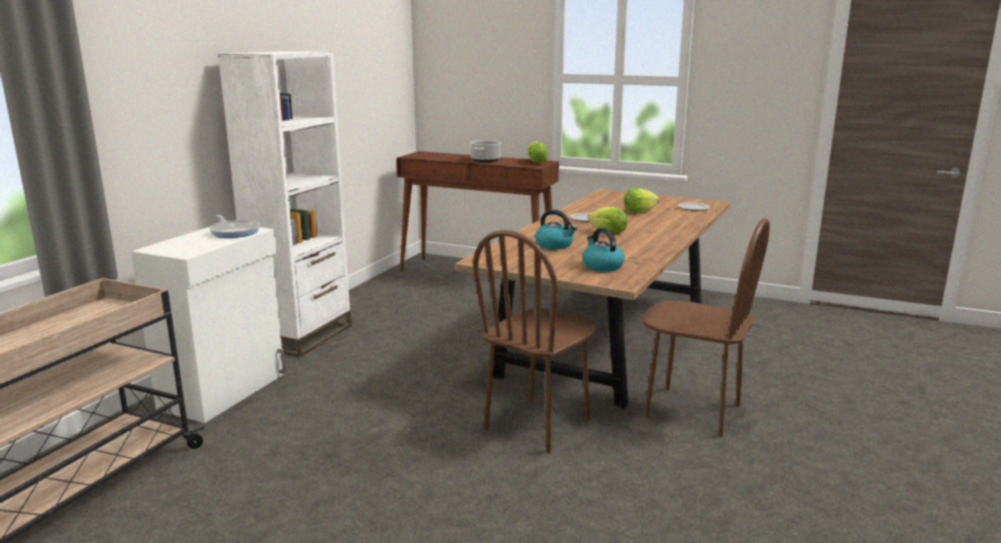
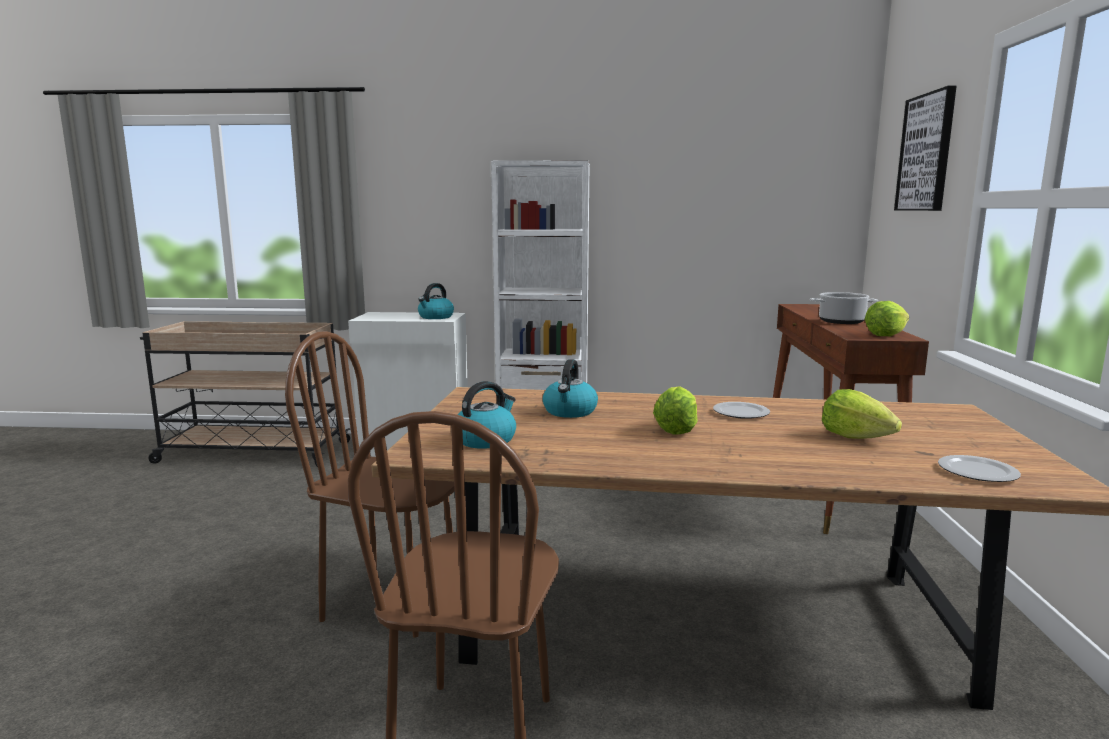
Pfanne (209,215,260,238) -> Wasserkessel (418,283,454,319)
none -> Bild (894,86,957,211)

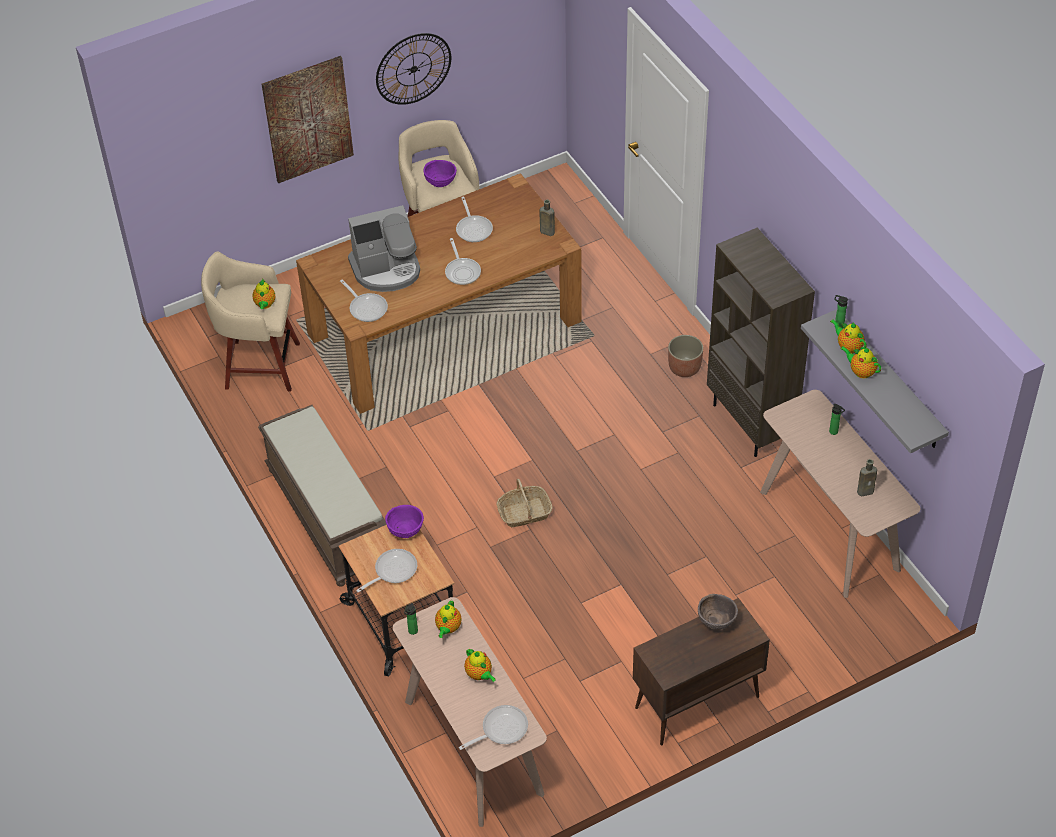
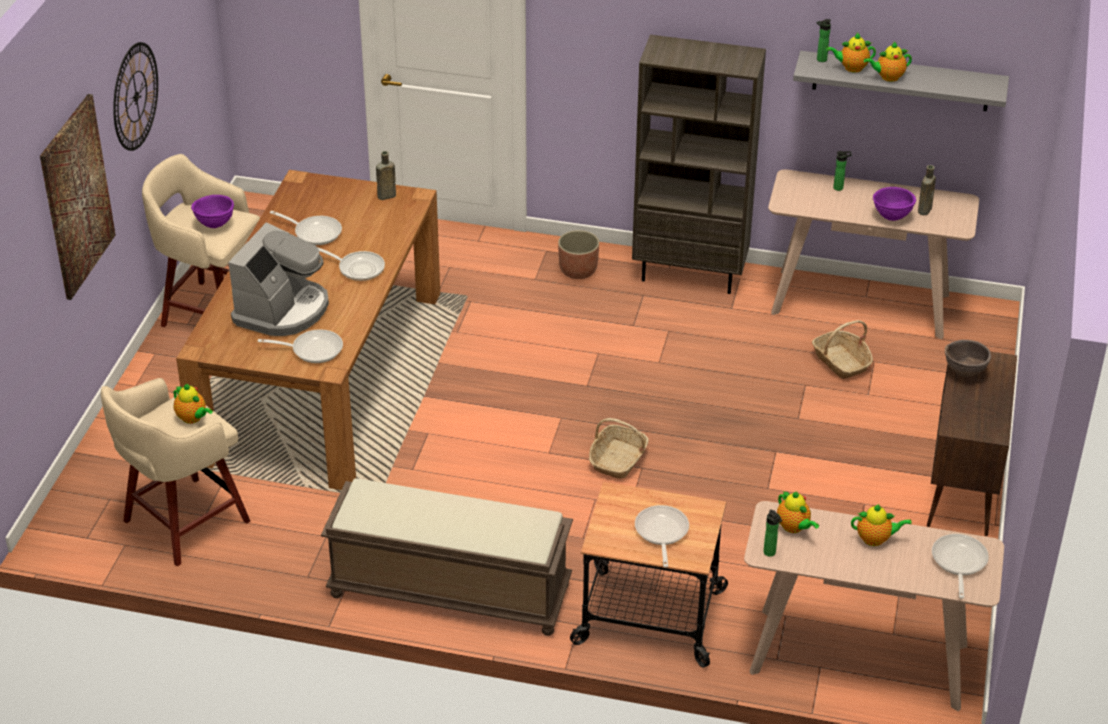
Schüssel [lila] (385,505,424,538) -> Schüssel [lila] (873,187,916,221), shifted
none -> Korb (812,320,873,379)

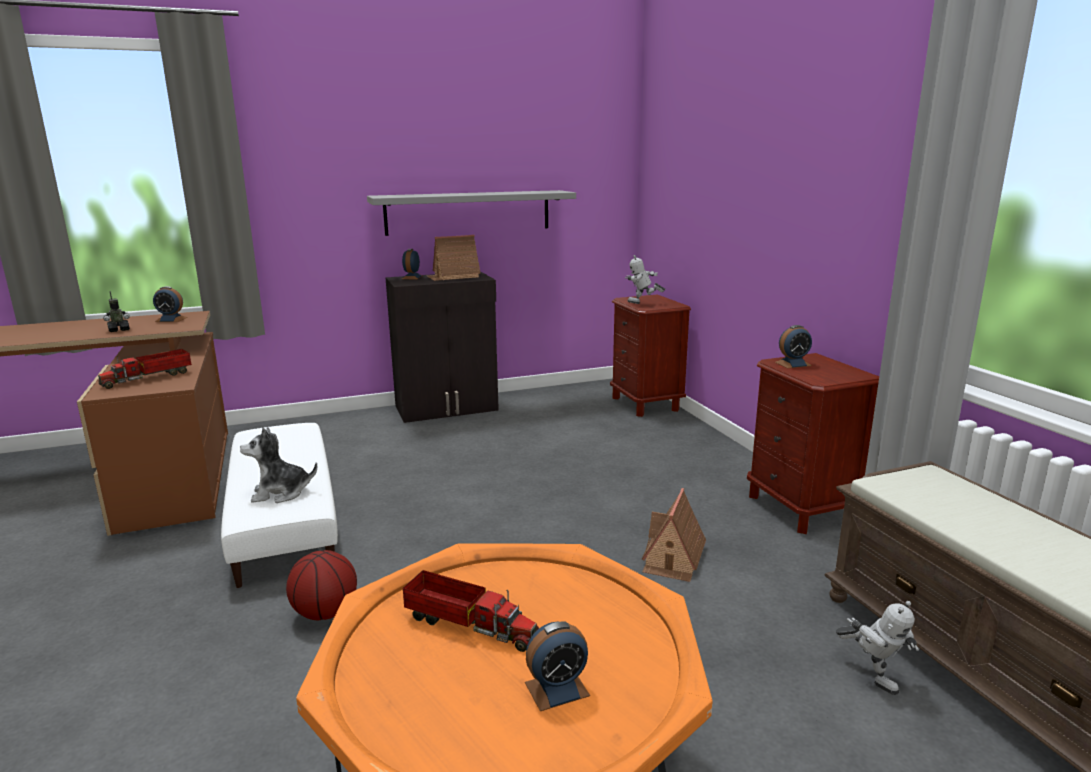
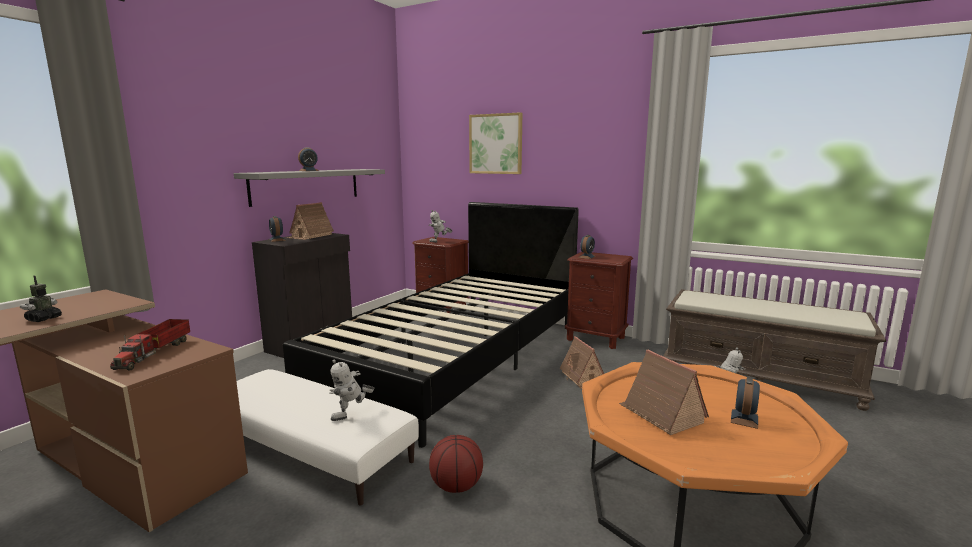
Wecker (153,286,187,322) -> Wecker (298,147,319,171), shifted
Plüschtier (240,427,318,503) -> Spielzeugroboter (329,360,375,421)
Spielzeuglaster (403,570,539,652) -> Spielzeughaus (619,349,709,435)
none -> Bild (469,112,522,174)
none -> Bett [schwarz] (283,202,579,448)

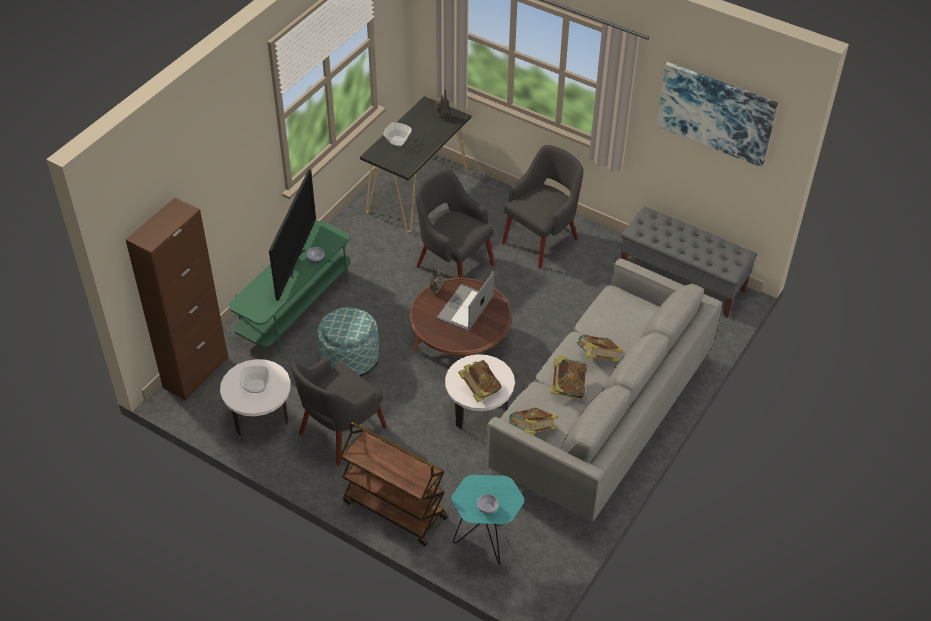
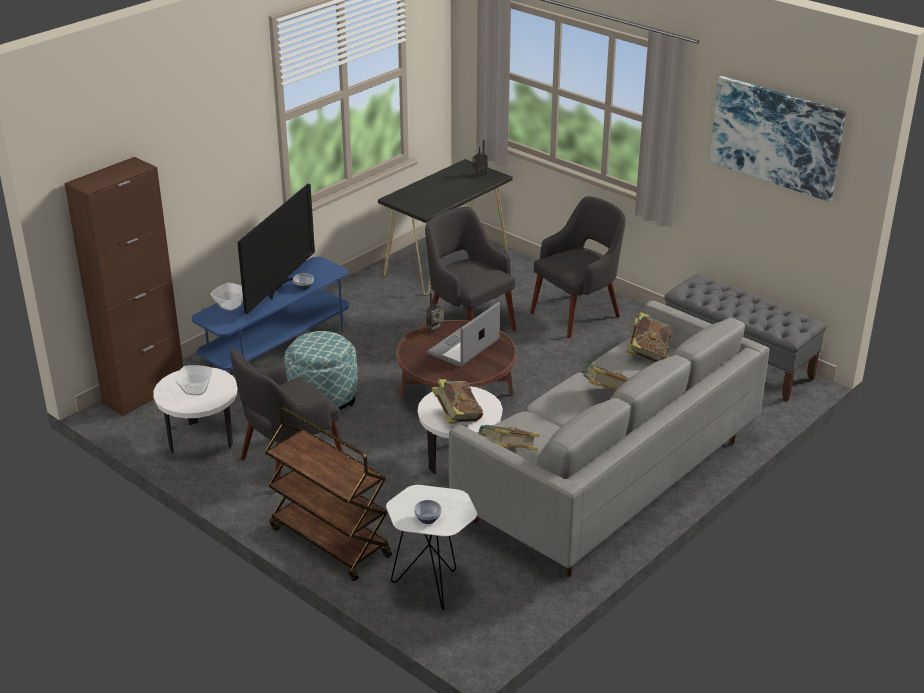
Schüssel (383,122,412,146) -> Schüssel (210,283,243,311), shifted
Fernsehschrank [grün] (229,221,351,353) -> Fernsehschrank [blau] (192,257,349,370)
Buch (551,355,587,398) -> Buch (627,312,672,362), shifted
Beistelltisch [türkis] (451,475,524,564) -> Beistelltisch [weiß] (386,485,477,610)

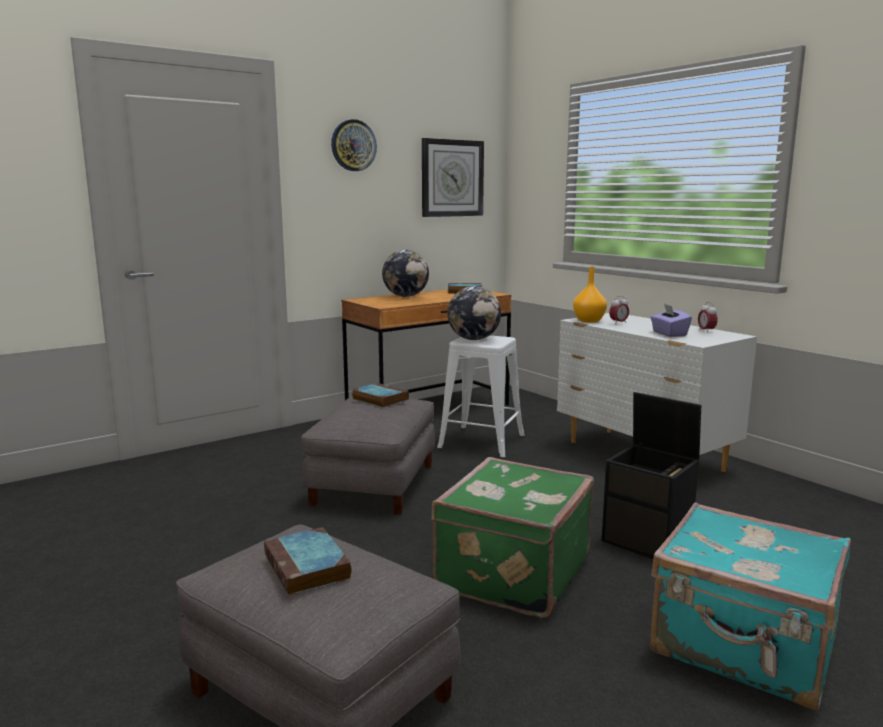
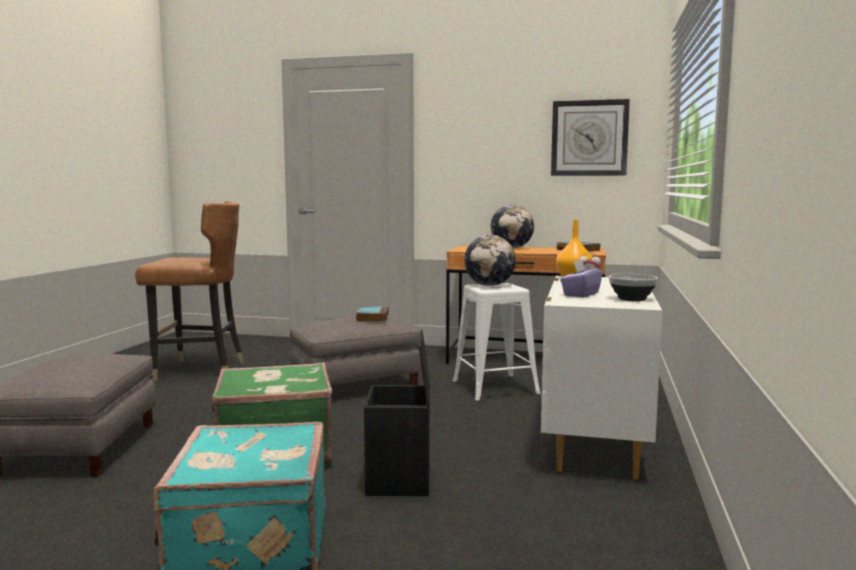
Wanduhr (331,119,377,171) -> none
Wecker (698,302,718,333) -> Schüssel (609,274,658,301)
Buch (264,527,352,596) -> none
none -> Stuhl [braun] (135,201,244,381)

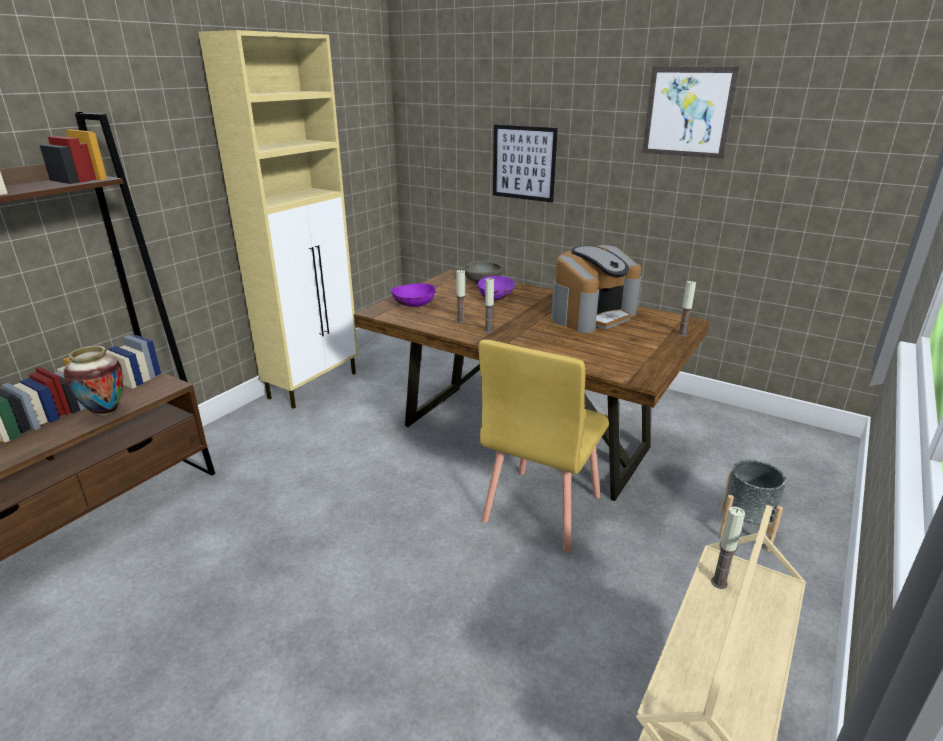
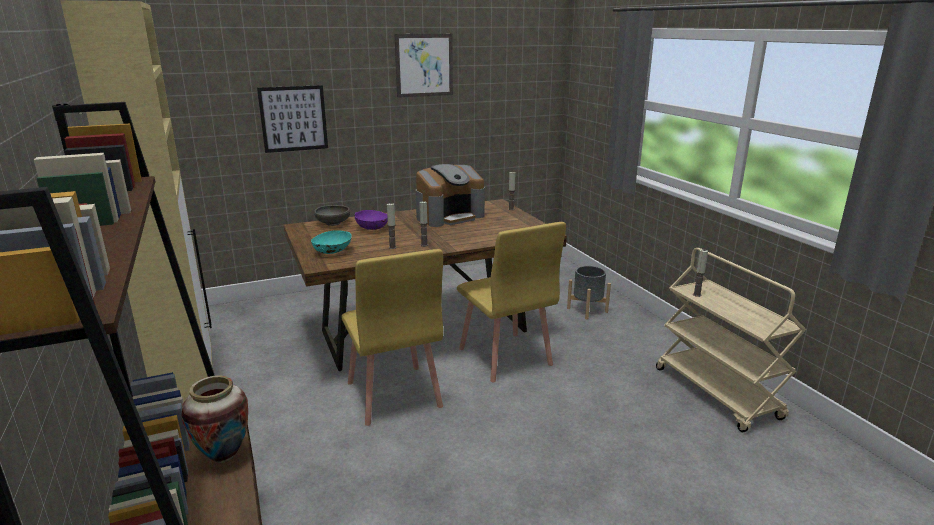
Kaffeemaschine (551,245,641,333) -> Kaffeemaschine (416,164,485,227), 60 degrees clockwise
Schüssel [lila] (391,283,435,307) -> Schüssel [türkis] (311,230,352,254)
none -> Stuhl [gelb] (341,249,443,426)

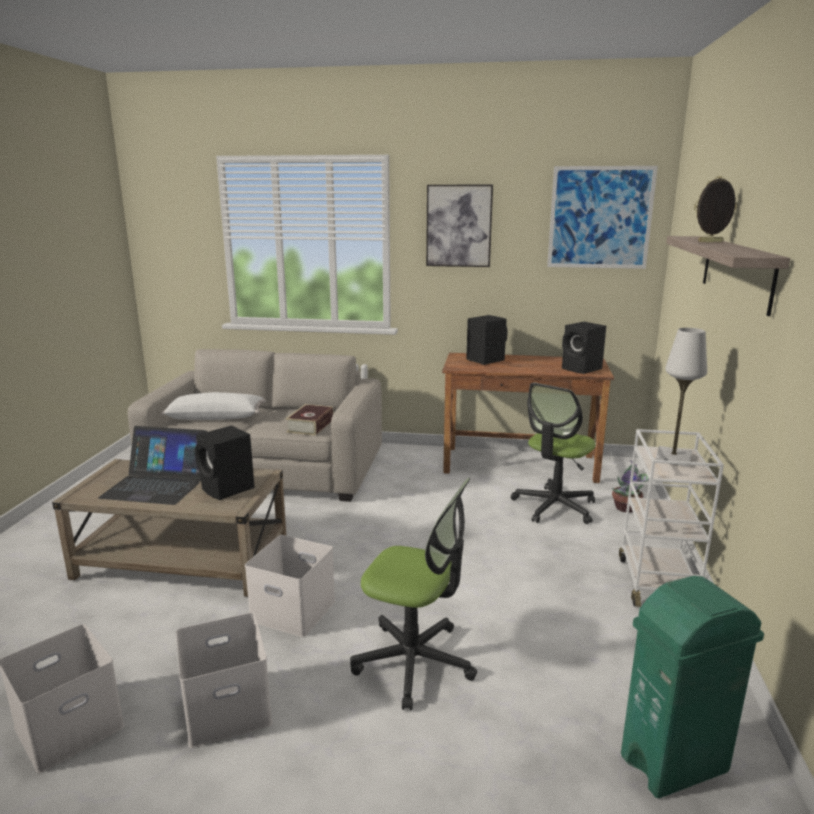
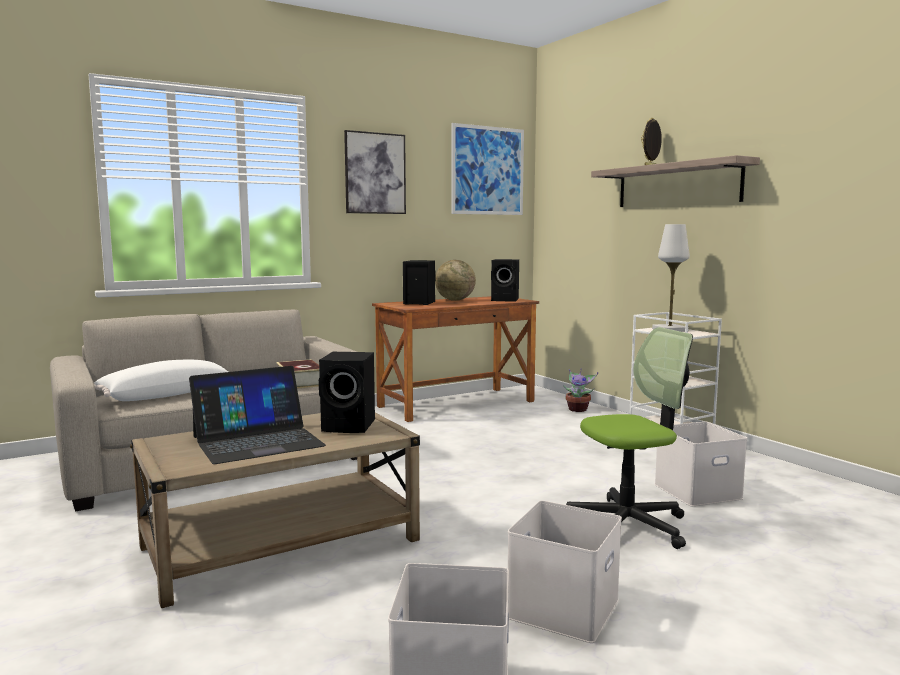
Bürostuhl (511,382,595,524) -> none
Aufbewahrungsbox [weiß] (245,535,335,637) -> Aufbewahrungsbox [weiß] (655,422,747,506), shifted
Mülleimer [grün] (621,576,764,798) -> none
none -> Globus (435,260,476,301)

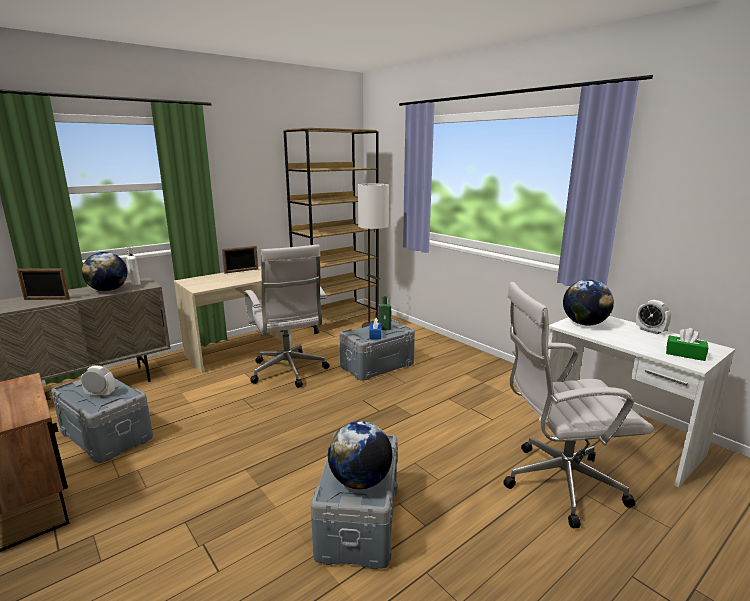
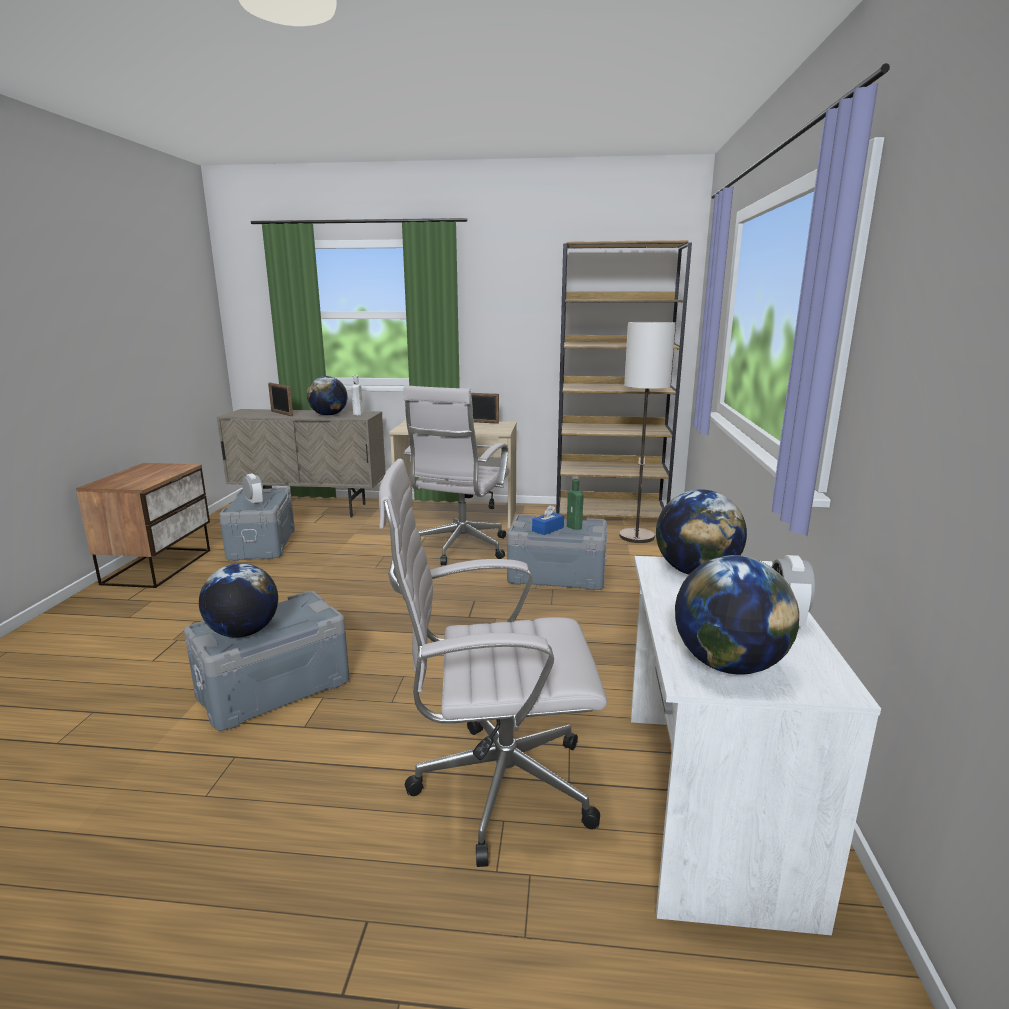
Bürostuhl [weiß] (503,282,654,528) -> Bürostuhl [weiß] (379,459,607,867), 45 degrees counterclockwise
Taschentuchbox [grün] (666,328,708,361) -> Globus (675,555,799,675)

